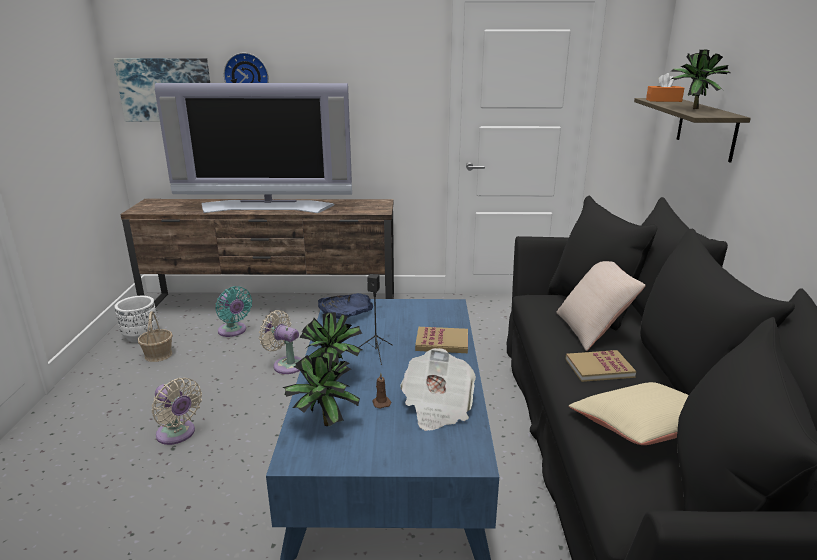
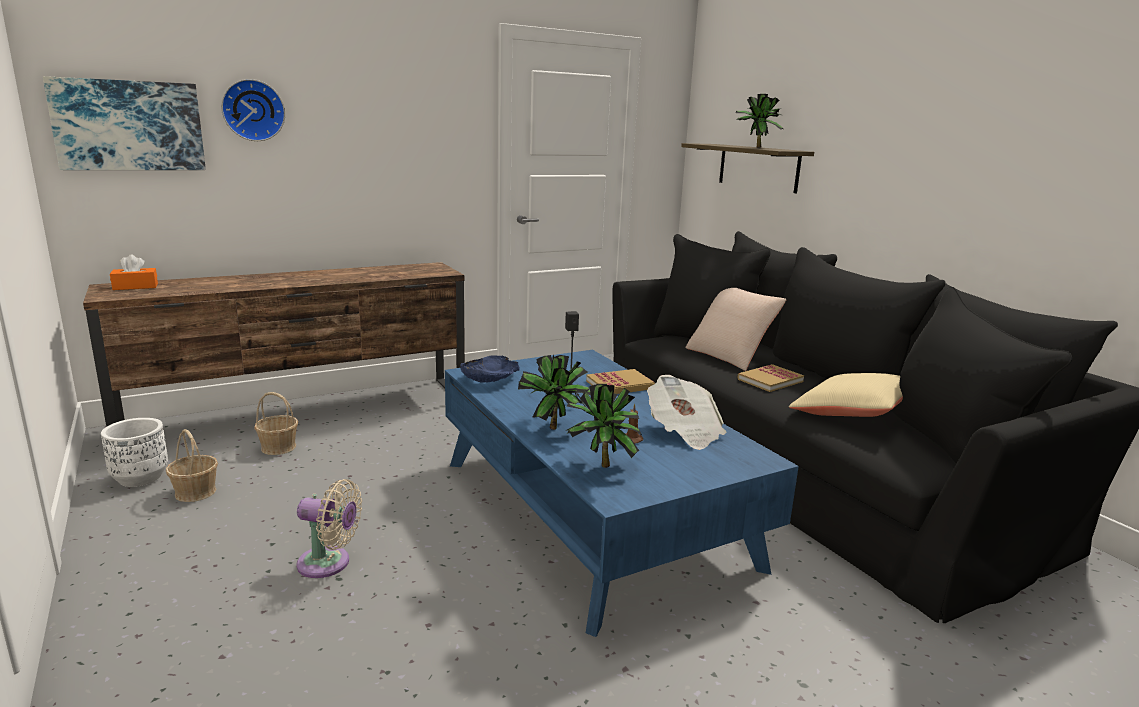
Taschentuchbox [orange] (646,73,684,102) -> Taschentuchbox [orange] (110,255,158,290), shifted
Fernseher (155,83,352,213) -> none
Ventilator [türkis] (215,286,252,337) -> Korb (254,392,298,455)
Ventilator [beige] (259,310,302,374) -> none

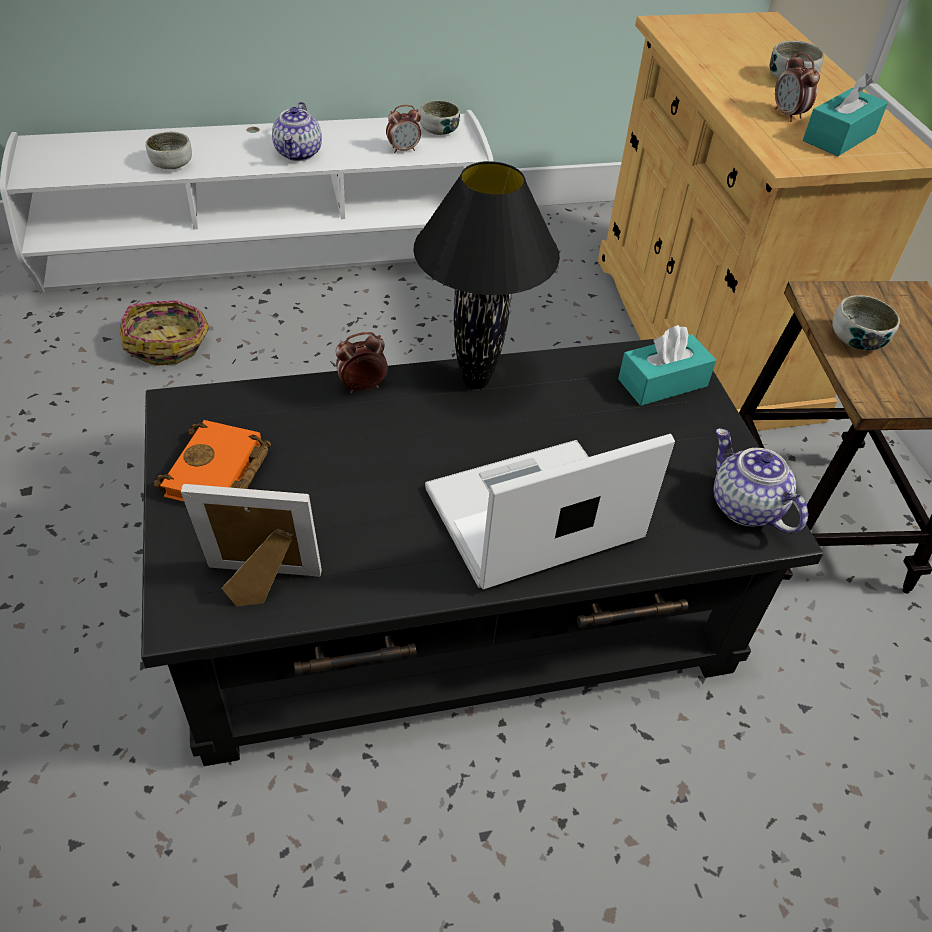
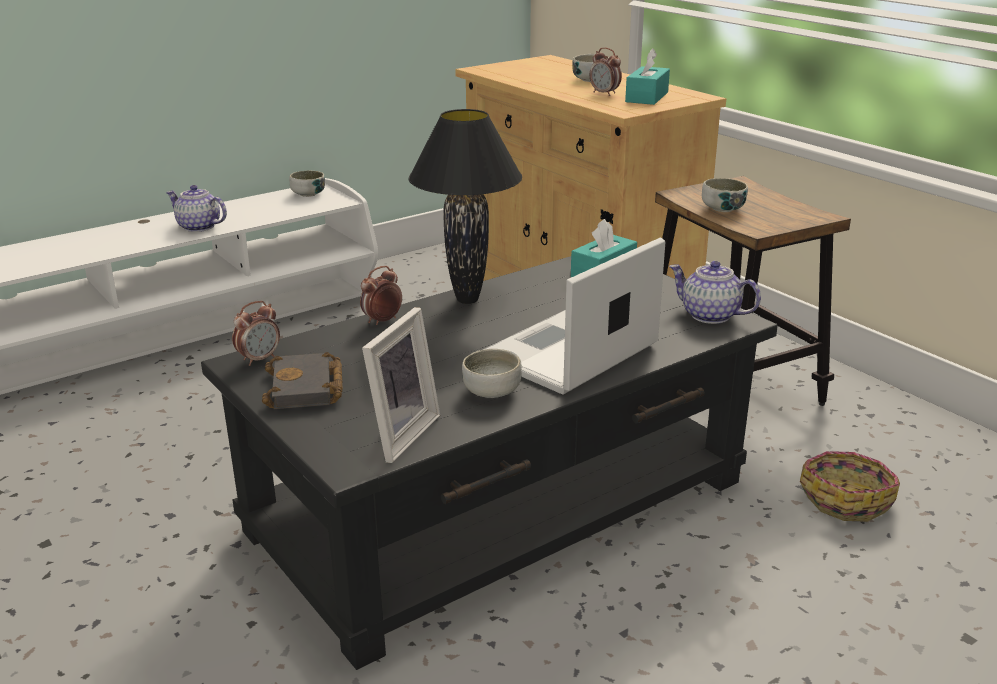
Teekanne (272,102,322,161) -> Teekanne (166,185,227,232), 135 degrees clockwise
Wecker (386,105,421,153) -> Wecker (232,301,280,366), shifted
Schüssel (145,132,192,170) -> Schüssel (462,349,522,398), shifted
Korb (120,300,209,366) -> Korb (800,451,900,522), shifted
Buch [orange] (153,420,271,502) -> Buch [schwarz] (262,352,343,409)
Bilderrahmen (181,484,322,606) -> Bilderrahmen (362,307,440,463), 135 degrees clockwise

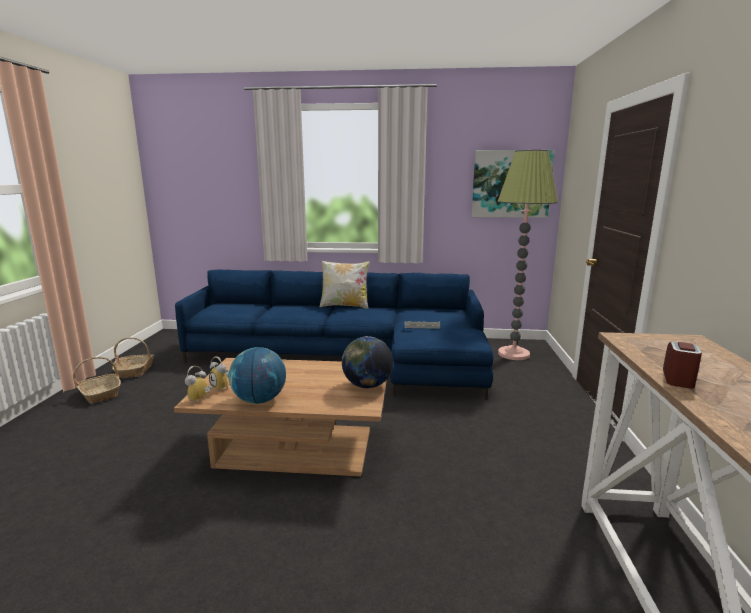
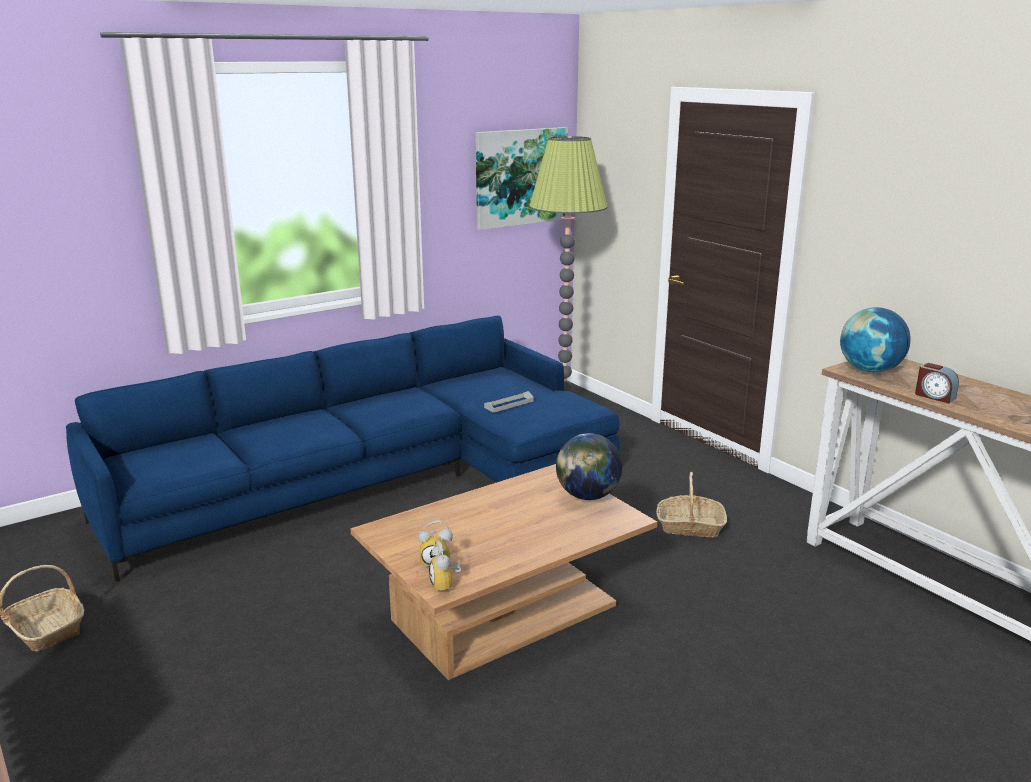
Kissen (319,261,370,309) -> none
Wecker (663,342,702,389) -> Wecker (915,363,959,403), 150 degrees clockwise
Globus (229,347,286,404) -> Globus (840,307,911,373), shifted
Korb (73,357,121,404) -> Korb (656,472,727,537), shifted

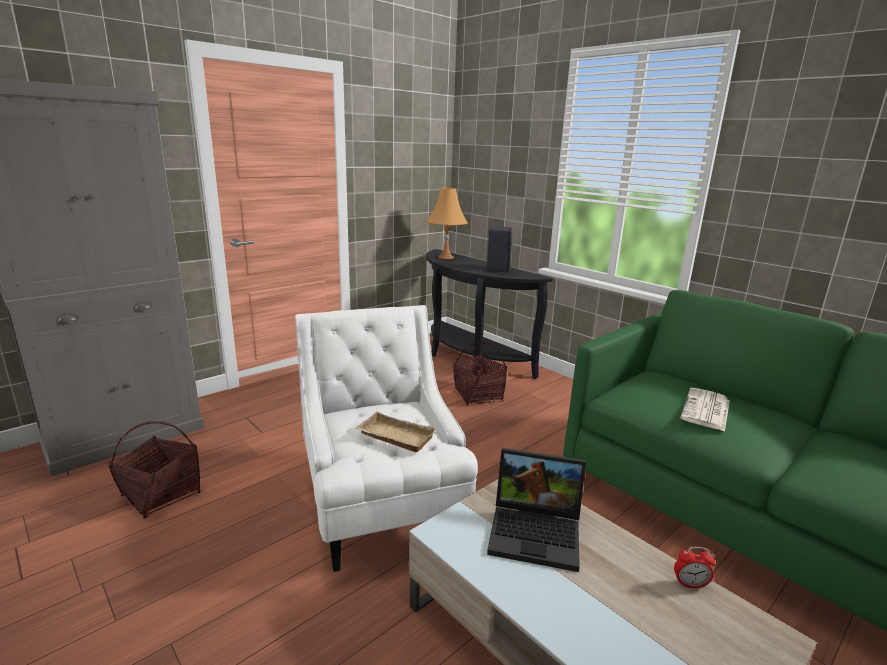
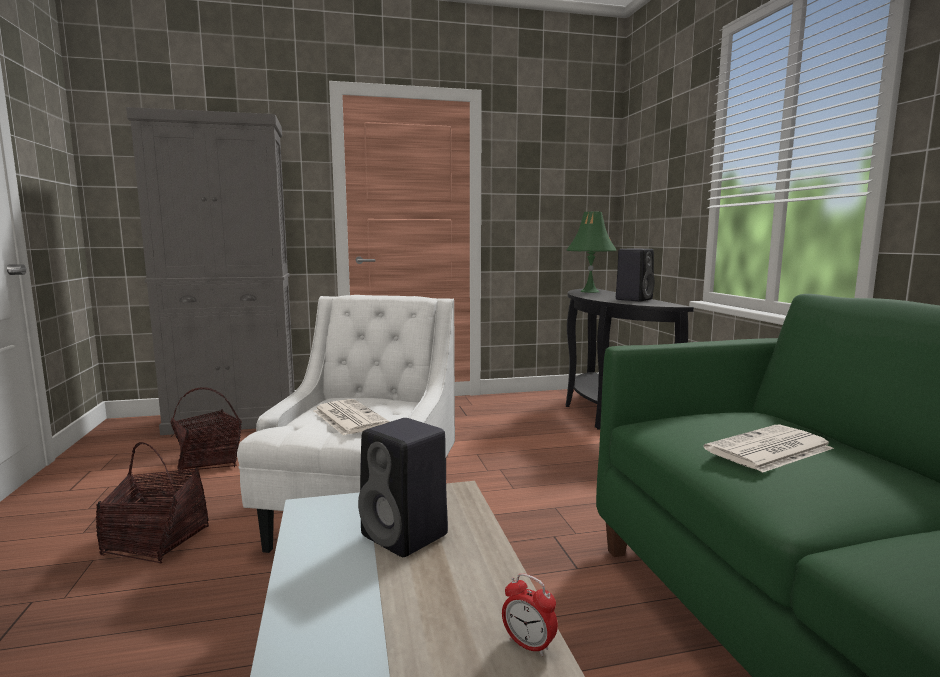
Tischlampe [orange] (427,188,468,259) -> Tischlampe [grün] (567,212,616,293)
Korb (453,342,507,406) -> Korb (96,442,209,563), shifted
Tablett [beige] (355,412,437,452) -> Zeitung (314,399,390,436)
Laptop (487,448,586,572) -> Lautsprecher [schwarz] (358,418,448,557)

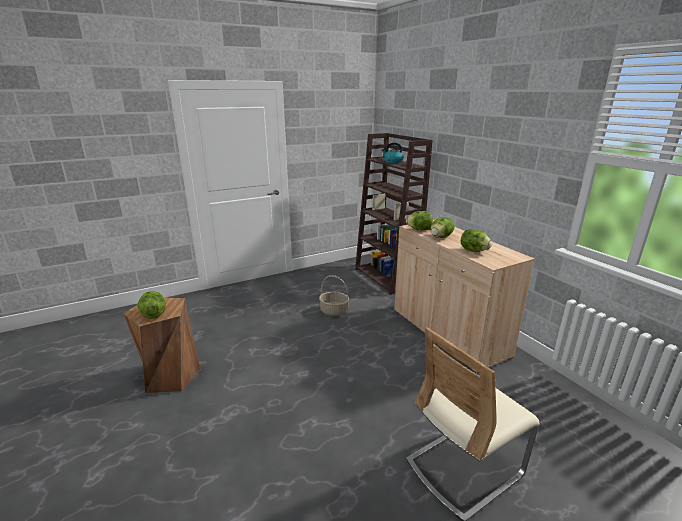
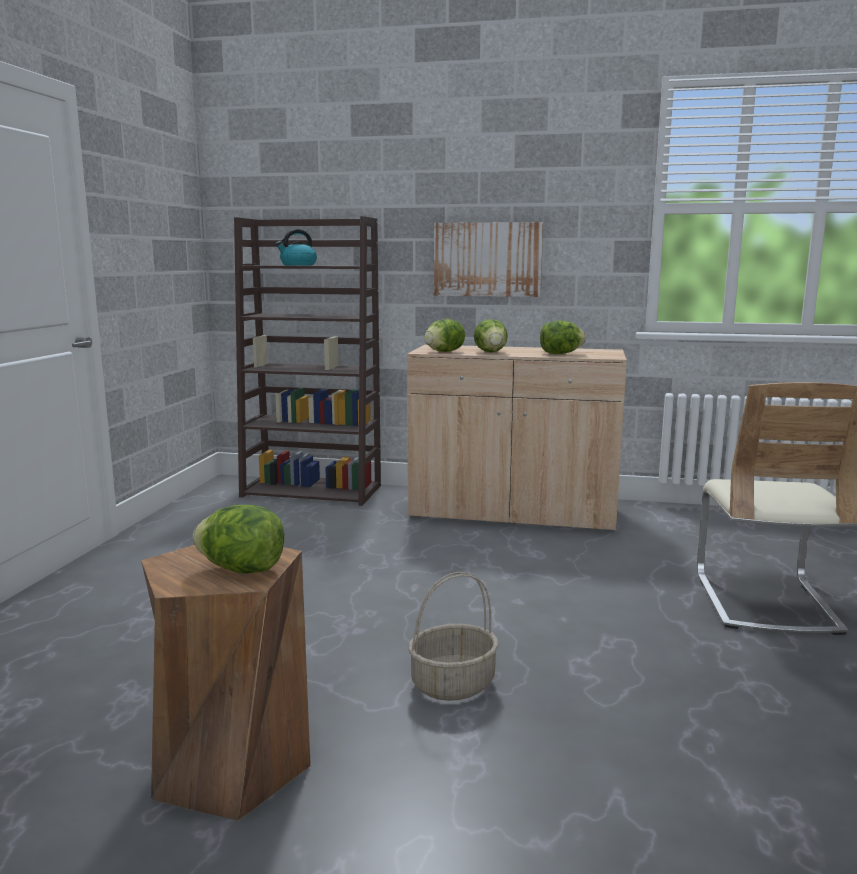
Korb (319,275,349,316) -> Korb (408,572,499,701), shifted
none -> Bild (434,222,543,297)

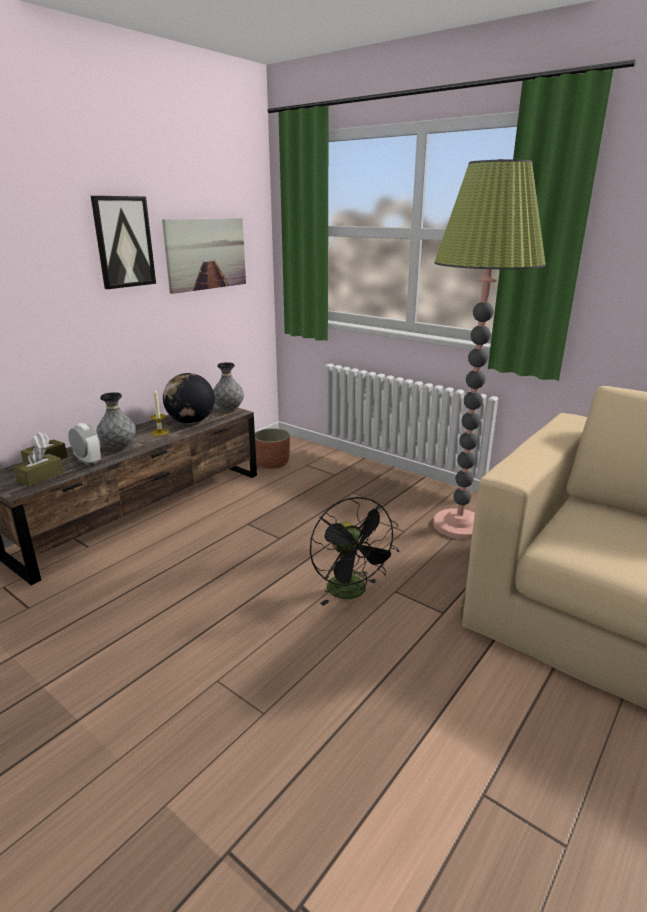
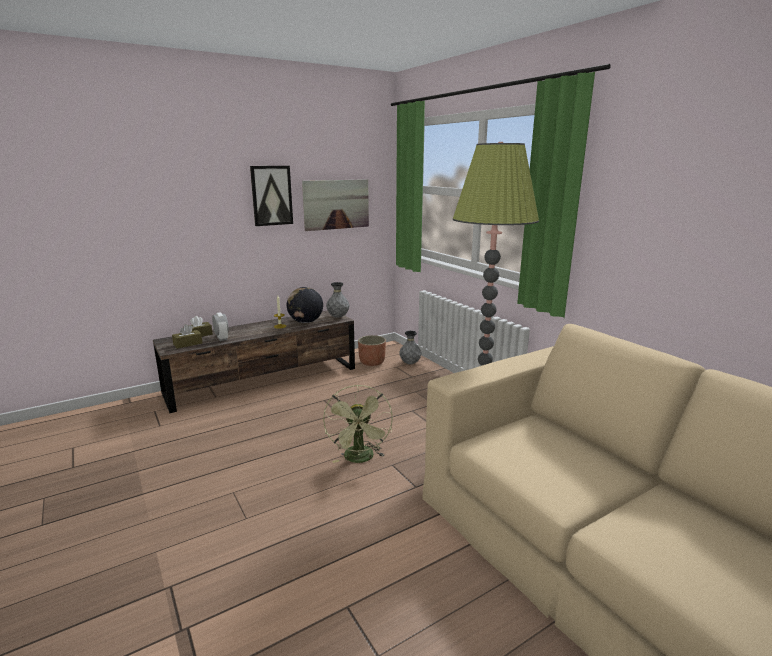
Vase [grau] (96,392,136,450) -> Vase [grau] (399,331,421,364), shifted
Ventilator [schwarz] (310,497,399,606) -> Ventilator [grün] (323,385,393,463)

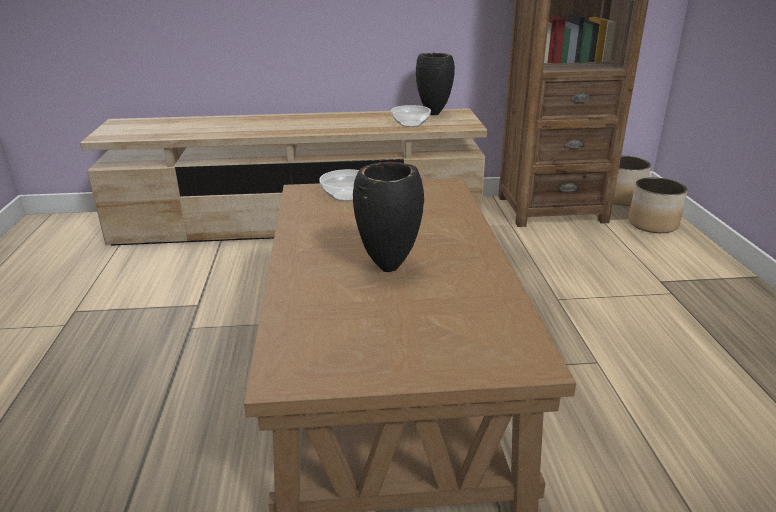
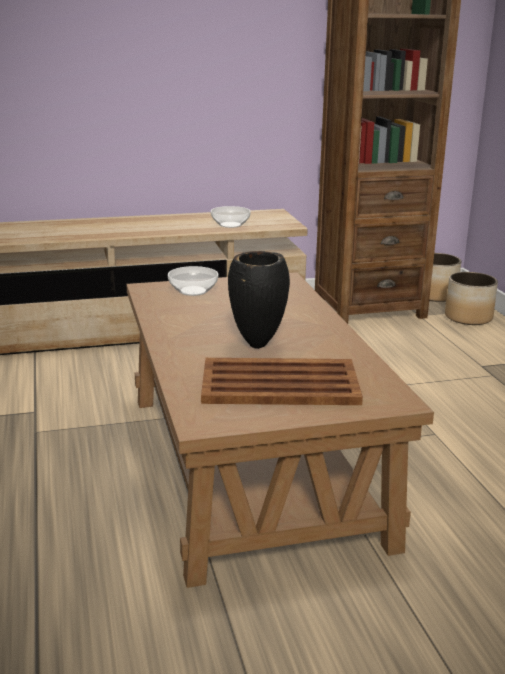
Vase [schwarz] (416,53,455,115) -> none
none -> Tablett [braun] (201,358,363,405)

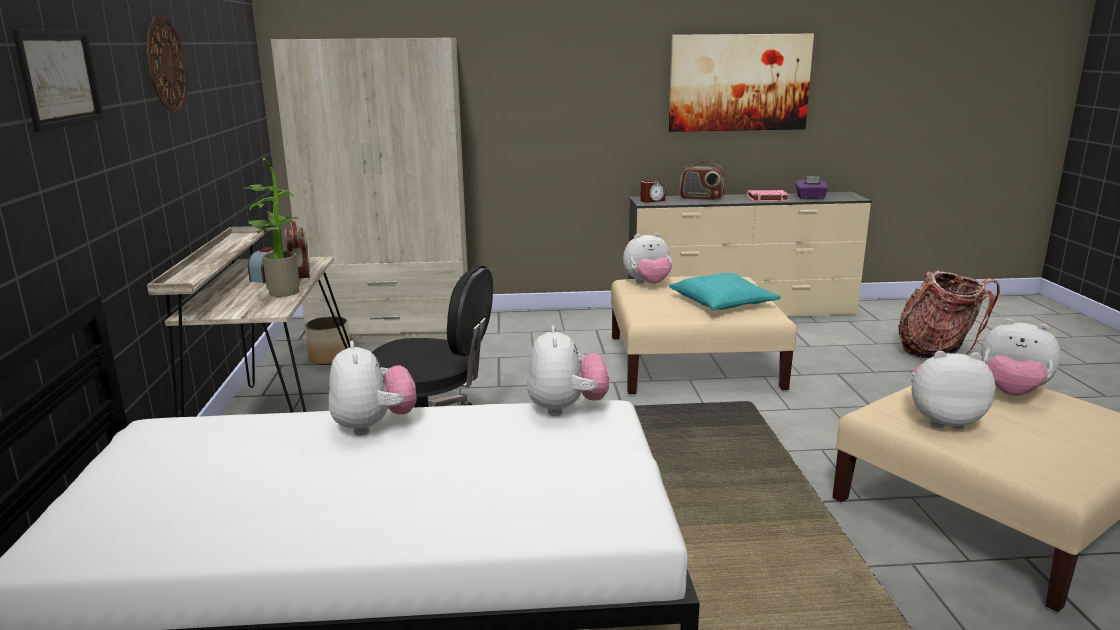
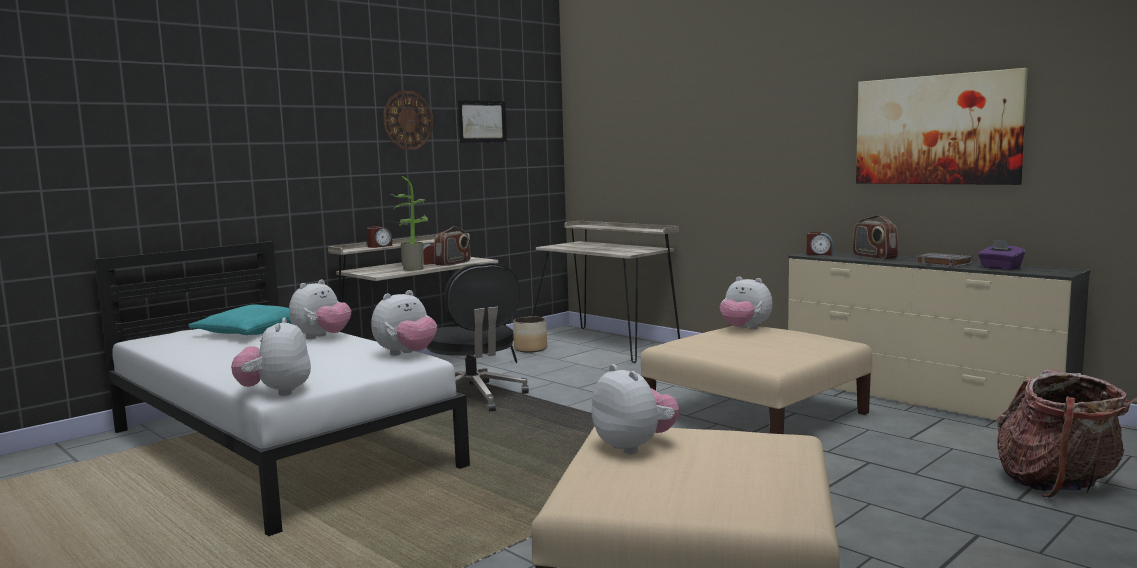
Bild (12,29,104,132) -> Bild (458,100,507,143), shifted
Kleiderschrank [beige] (271,38,468,343) -> Schreibtisch [beige] (532,221,680,363)
Buch [rosa] (747,190,789,202) -> Buch [grau] (916,253,973,267)
Kissen [türkis] (670,273,780,310) -> Kissen [türkis] (188,304,292,335), shifted
Plüschtier (981,318,1061,396) -> Plüschtier (231,317,311,396), shifted
none -> Wecker (366,226,392,248)

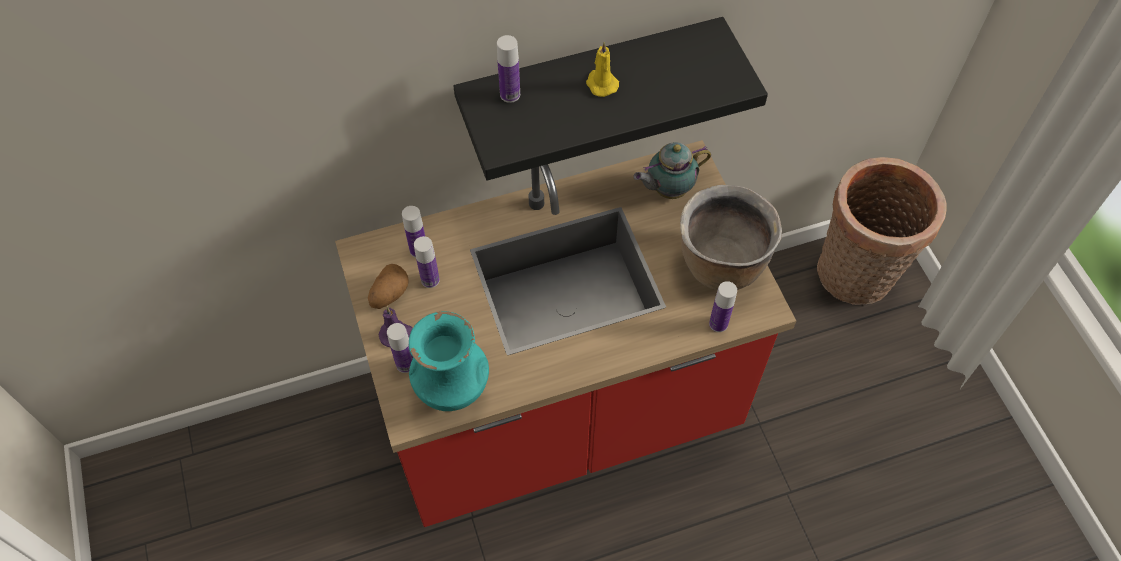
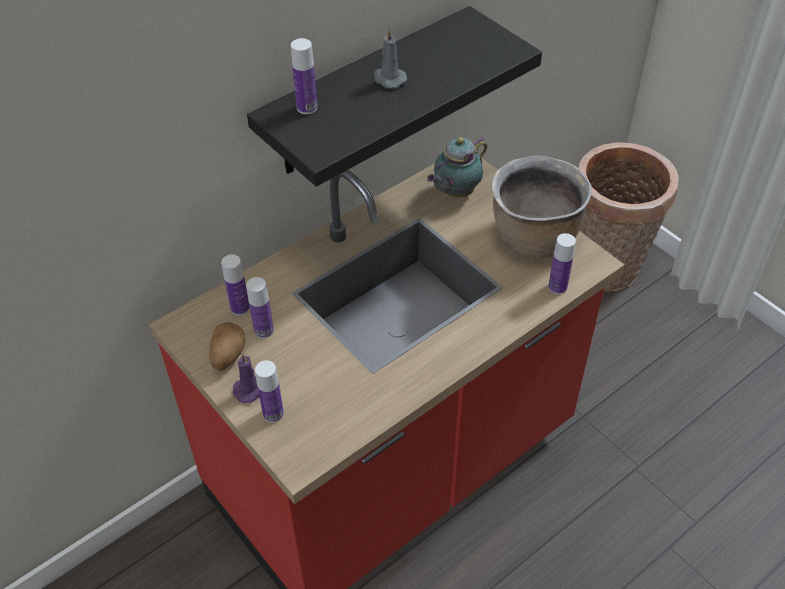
Kerze [gelb] (586,42,619,97) -> Kerze [grau] (374,28,407,88)
Vase [türkis] (409,311,489,411) -> none

